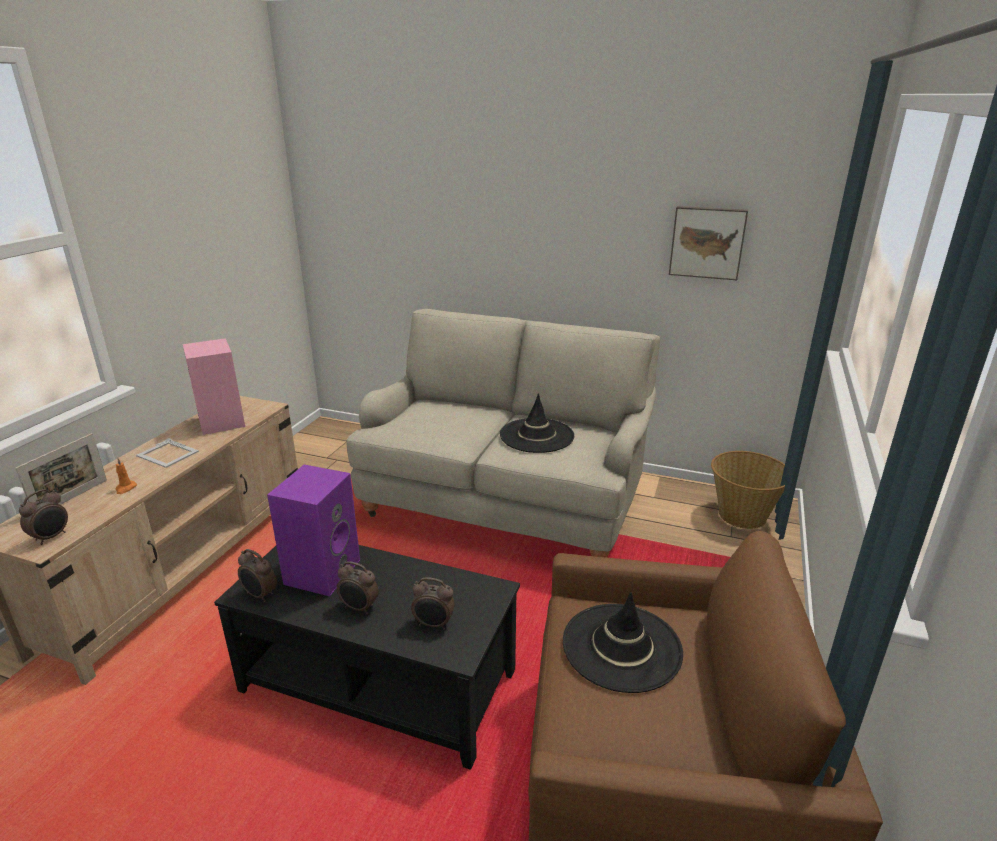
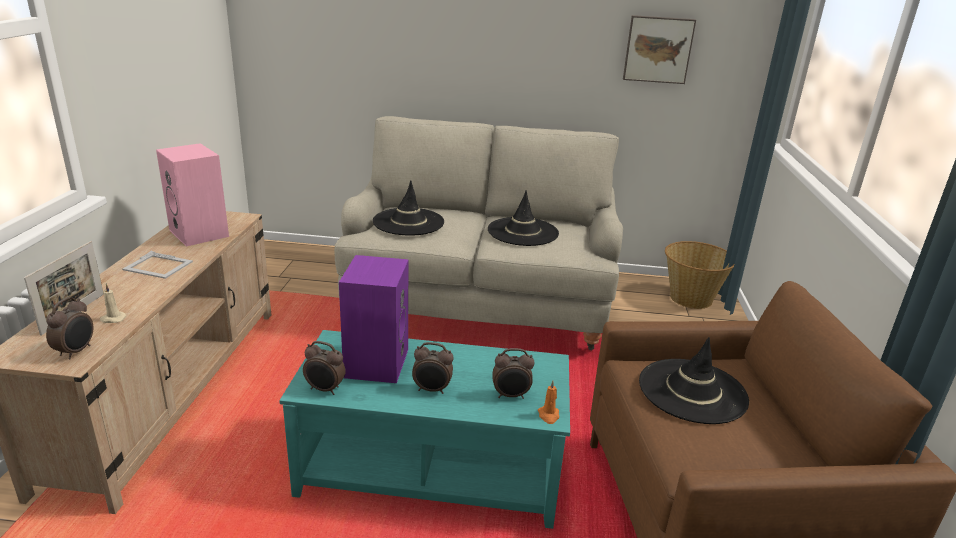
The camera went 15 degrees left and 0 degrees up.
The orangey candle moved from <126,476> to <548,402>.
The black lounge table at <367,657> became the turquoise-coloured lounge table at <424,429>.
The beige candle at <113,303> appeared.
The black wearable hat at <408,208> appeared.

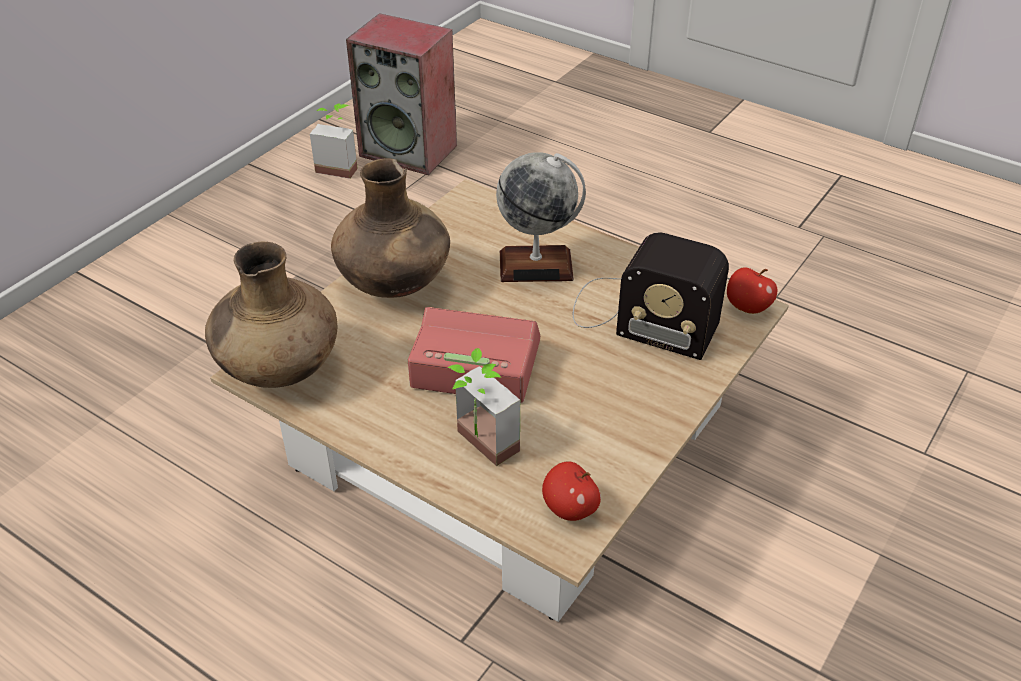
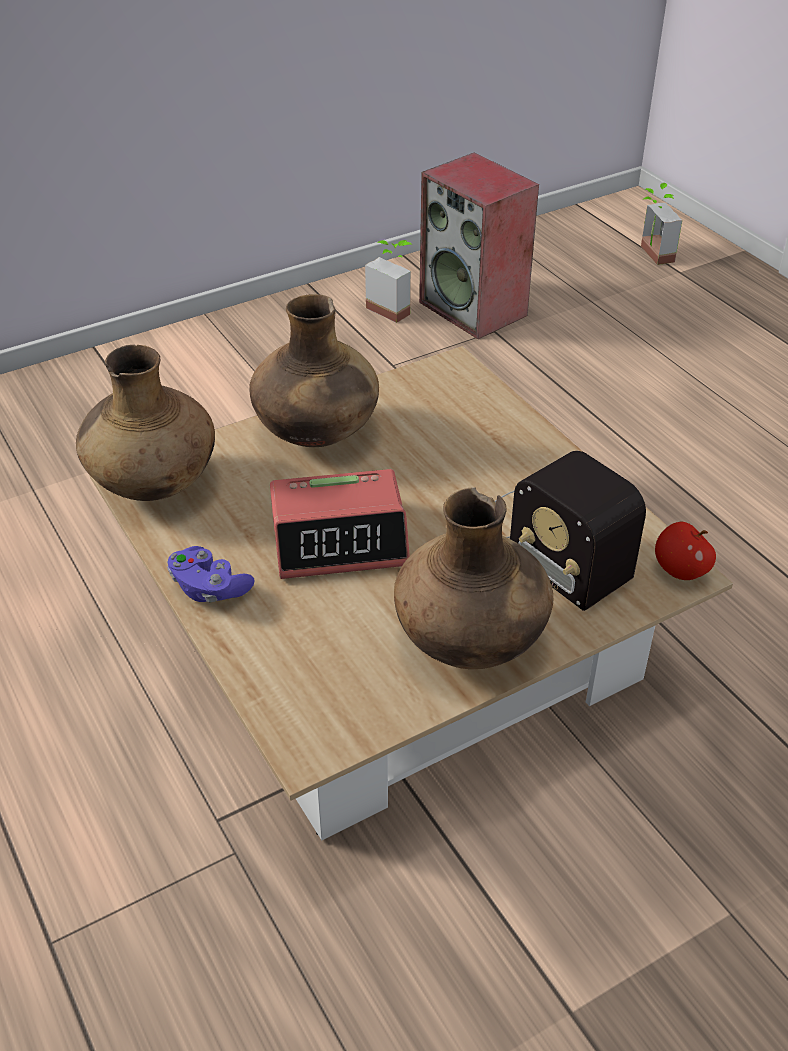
The camera went 25 degrees right and 0 degrees up.
The bedside clock at <474,355> turned 135 degrees clockwise.
The plant in a pot moved from <483,407> to <661,224>.
The desk globe at <541,217> disappeared.
The apple fruit at <571,491> disappeared.
The purplish joypad at <211,574> appeared.
The brownish vase at <473,578> appeared.

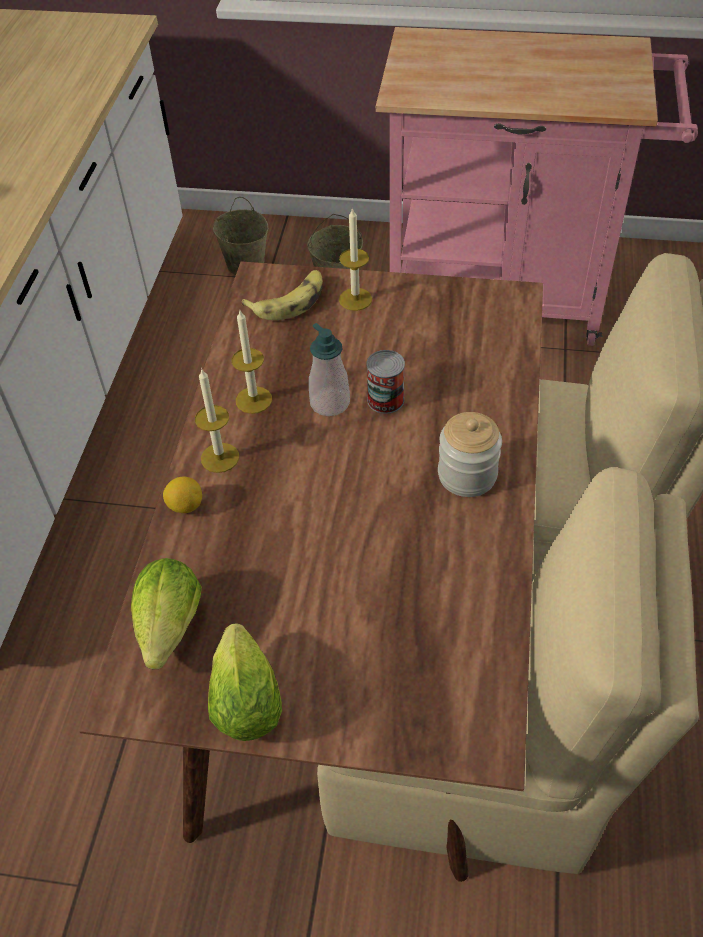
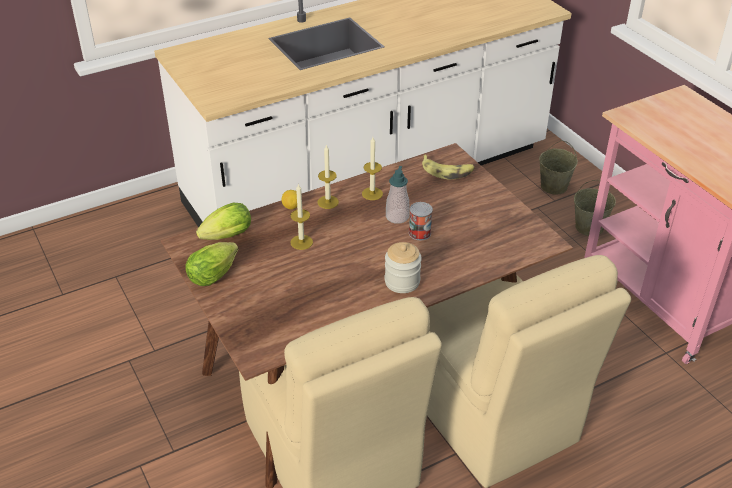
The camera went 50 degrees right and 10 degrees down.
The candle moved from <355,259> to <301,216>.

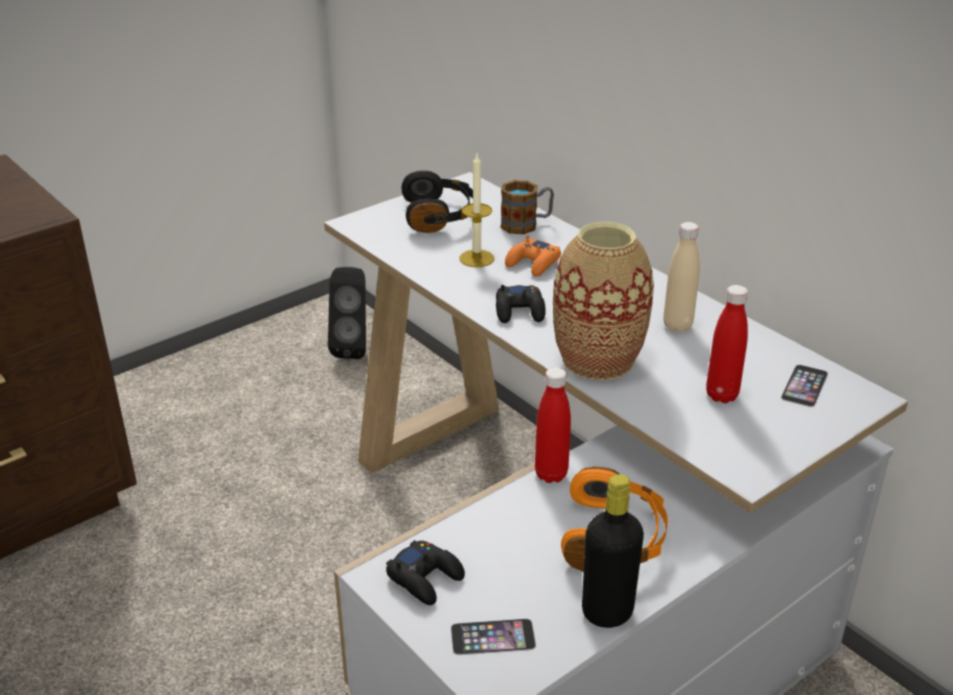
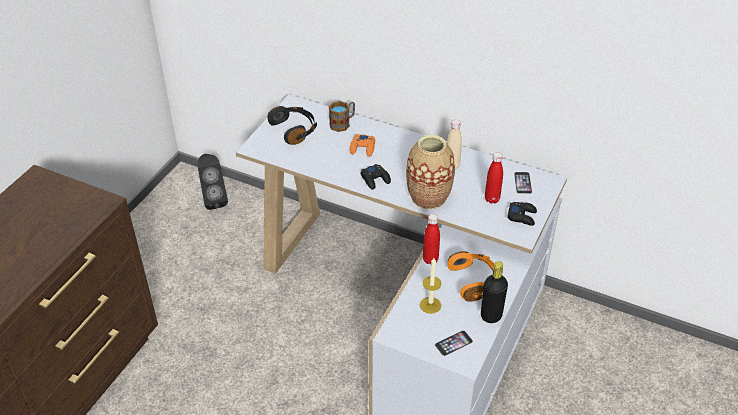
The camera went 25 degrees left and 10 degrees up.
The black joypad moved from <425,572> to <522,214>.
The candle moved from <476,210> to <431,286>.

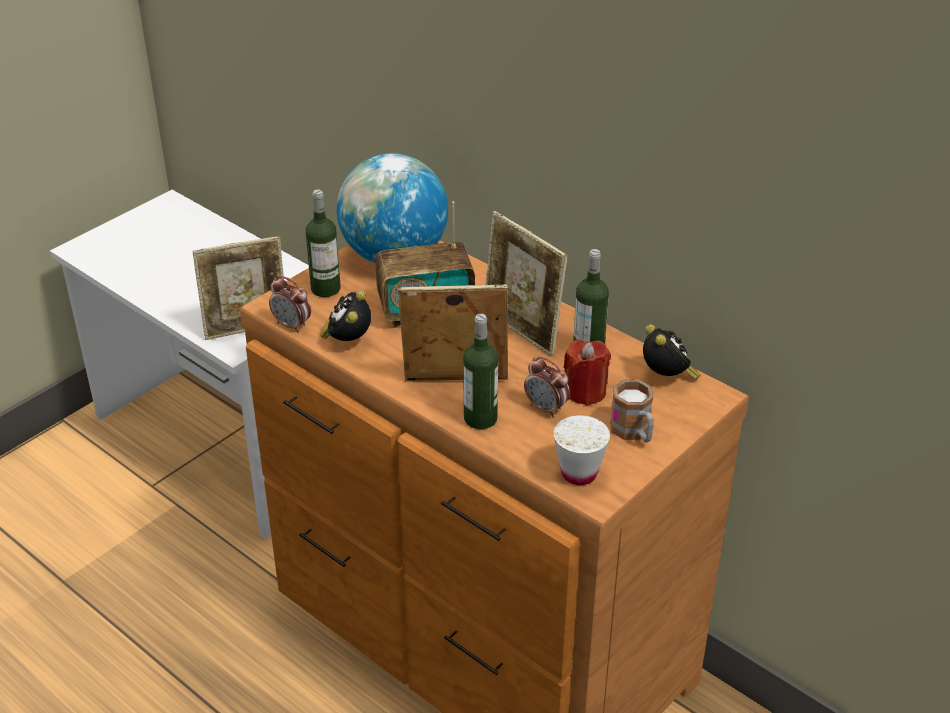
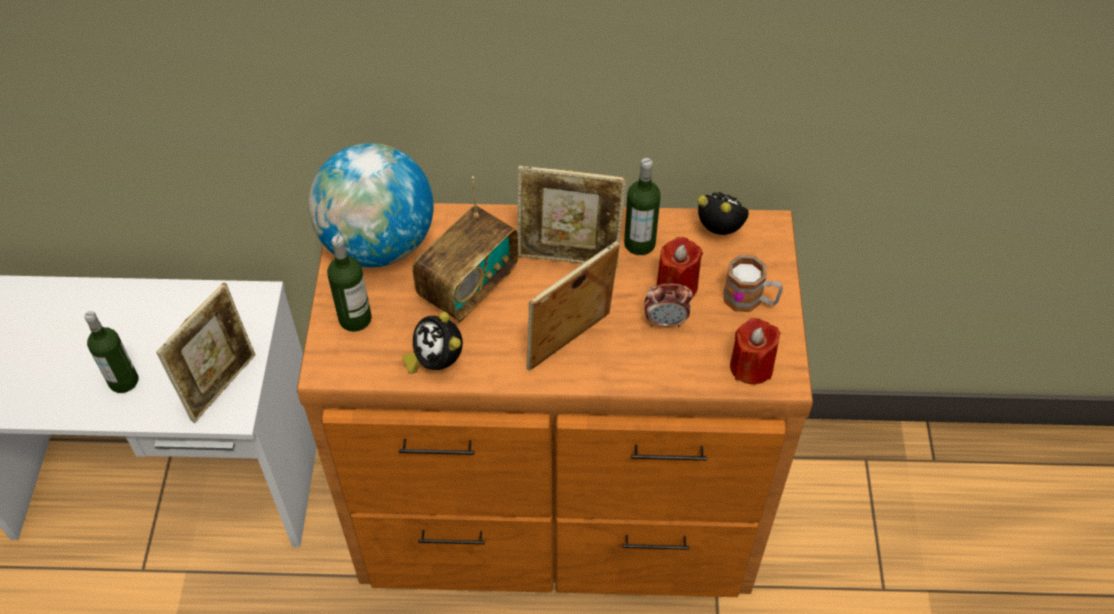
The camera went 40 degrees left and 15 degrees up.
The bedside clock at <290,304> disappeared.
The bottle moved from <480,371> to <111,352>.
The white-coloured small cup at <581,450> was replaced by the reddish candle at <755,351>.

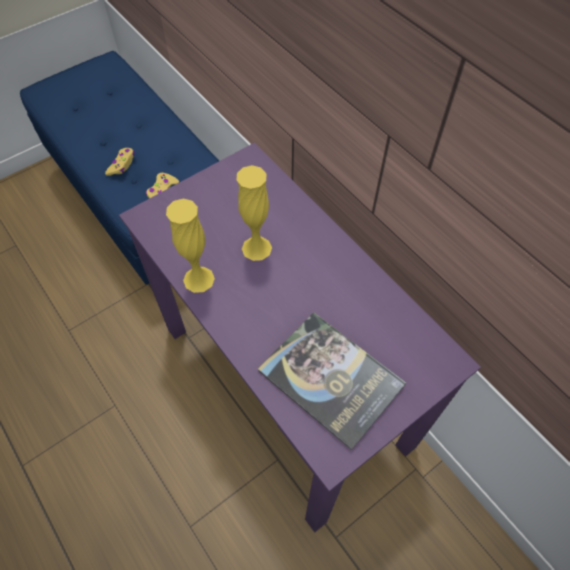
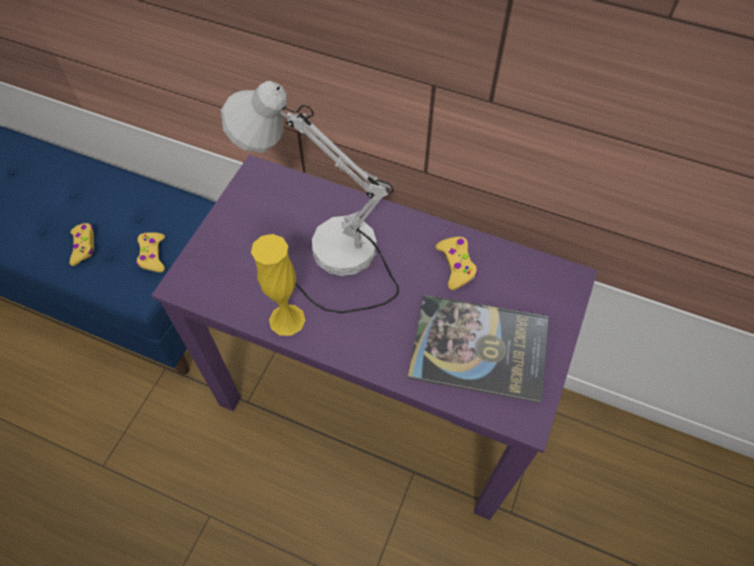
The camera went 30 degrees left and 0 degrees up.
The yellow-coloured vase at <254,213> was replaced by the white-coloured lamp for a table at <309,197>.
The yellow-coloured joypad at <457,263> appeared.

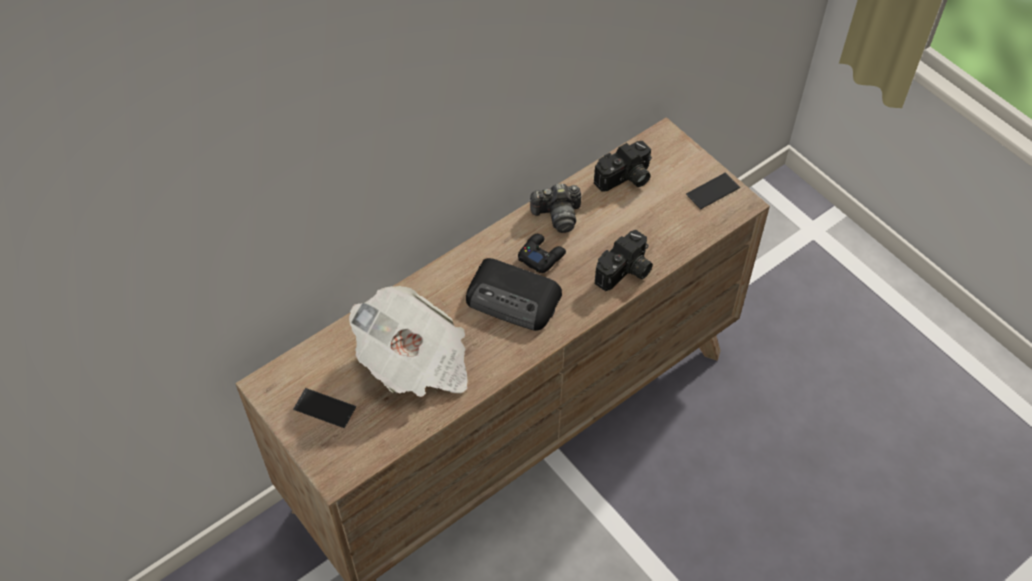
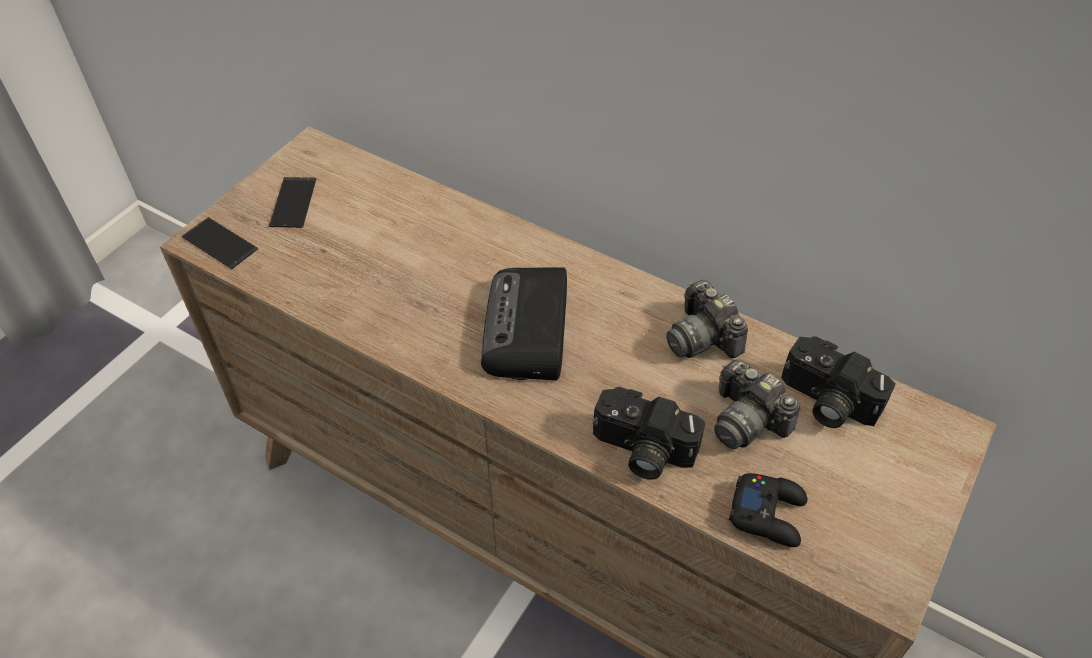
The camera went 70 degrees right and 5 degrees down.
The printed paper at <408,341> disappeared.
The black joypad moved from <542,253> to <768,510>.
The handset moved from <713,191> to <220,243>.
The still camera at <757,404> appeared.

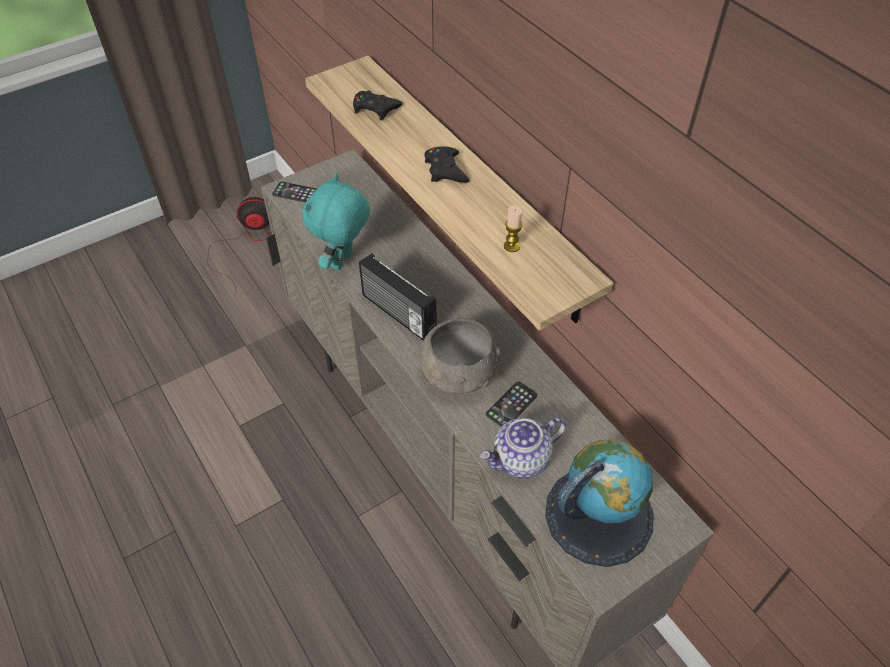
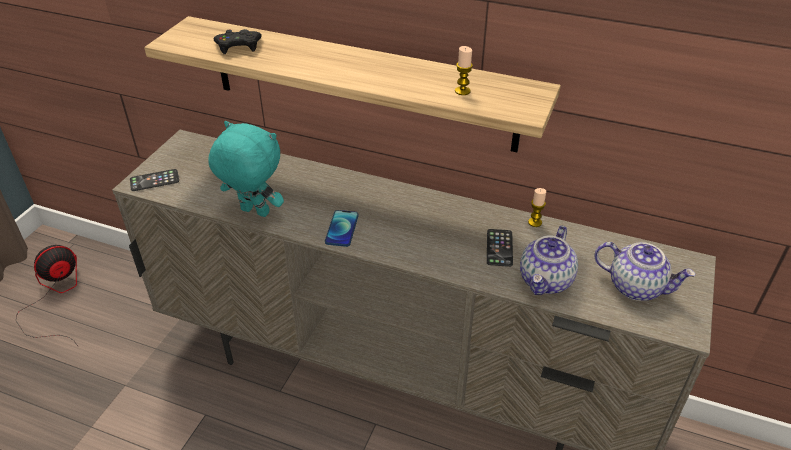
The camera went 35 degrees left and 10 degrees down.
The turquoise-coloured plush toy at <336,221> turned 120 degrees clockwise.
The radio at <398,297> was replaced by the handset at <342,228>.
The grey deep dish at <460,355> disappeared.
The black joypad at <447,165> disappeared.
The desk globe at <599,503> was replaced by the teapot at <645,271>.
The candle at <537,207> appeared.

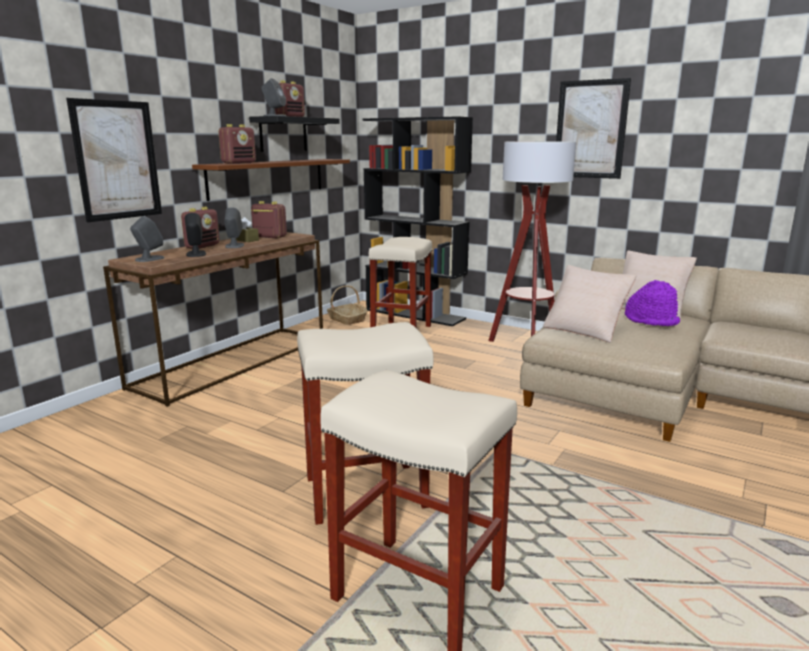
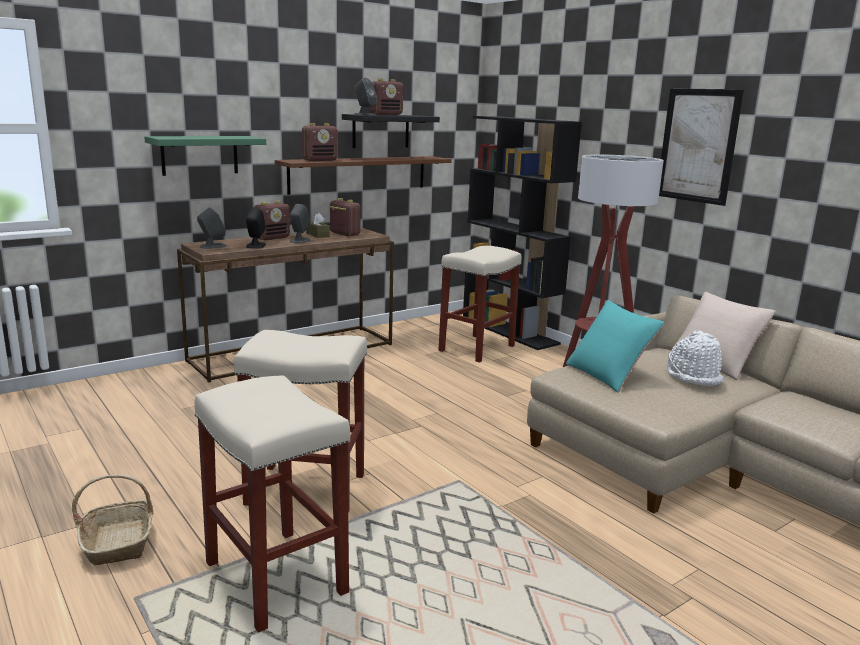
The camera went 20 degrees right and 0 degrees up.
The wall picture at <114,160> was replaced by the green-coloured bracket shelf at <205,156>.
The storage basket moved from <347,305> to <112,519>.
The beige cushion at <589,304> became the turquoise-coloured cushion at <615,346>.
The purplish wearable hat at <652,303> became the white-coloured wearable hat at <696,358>.

